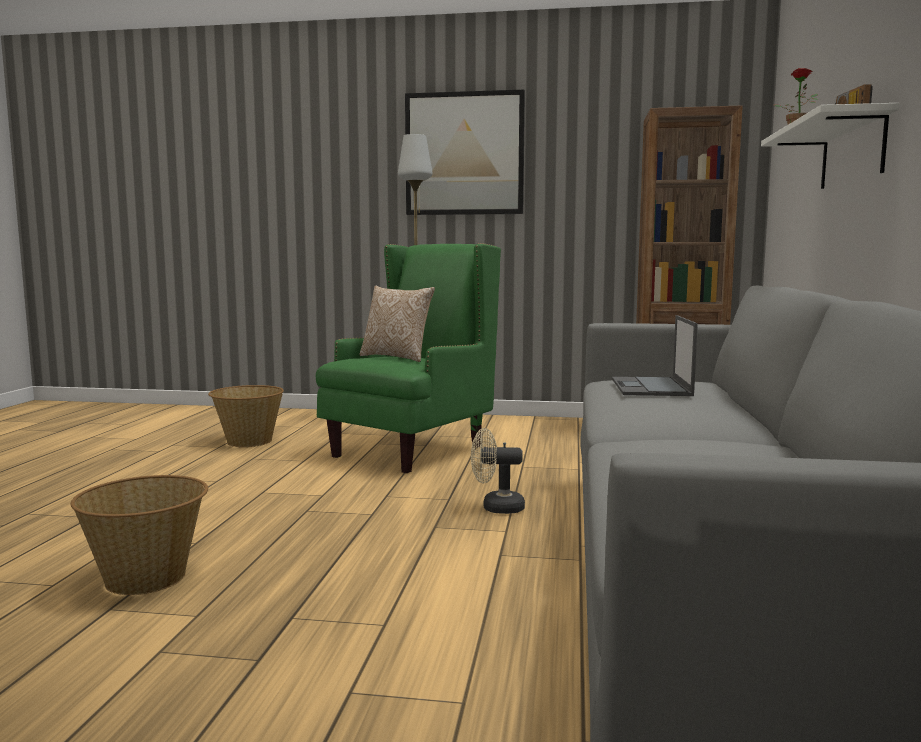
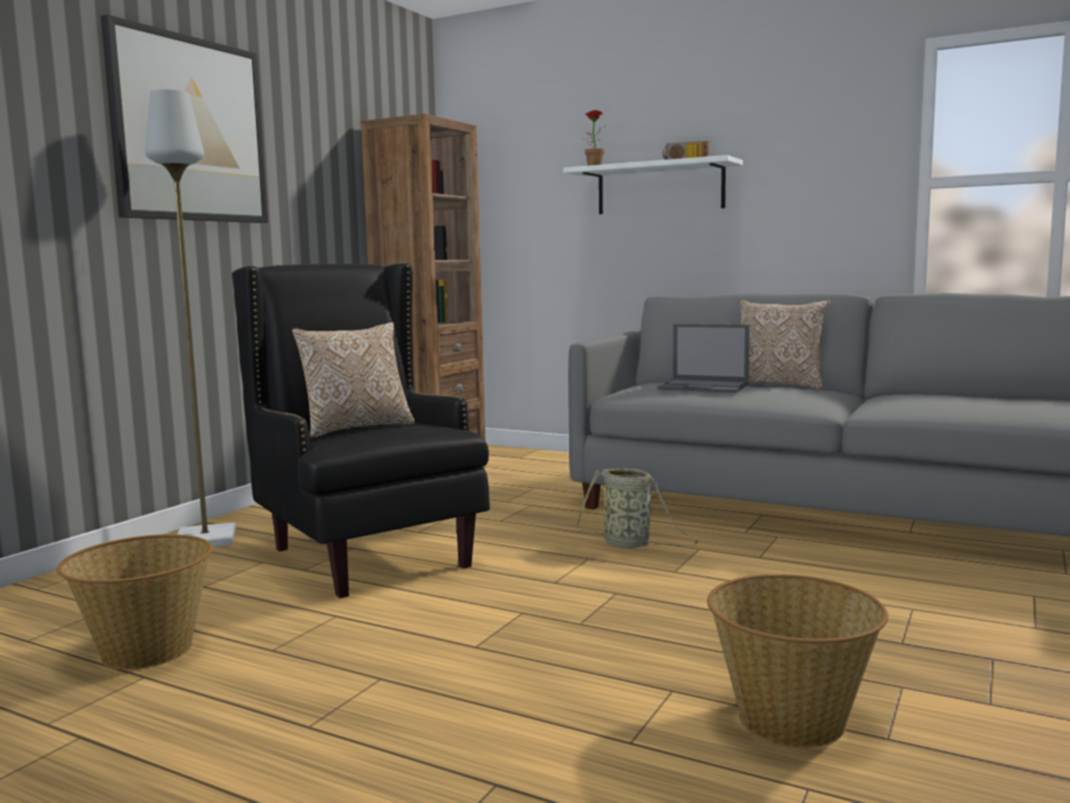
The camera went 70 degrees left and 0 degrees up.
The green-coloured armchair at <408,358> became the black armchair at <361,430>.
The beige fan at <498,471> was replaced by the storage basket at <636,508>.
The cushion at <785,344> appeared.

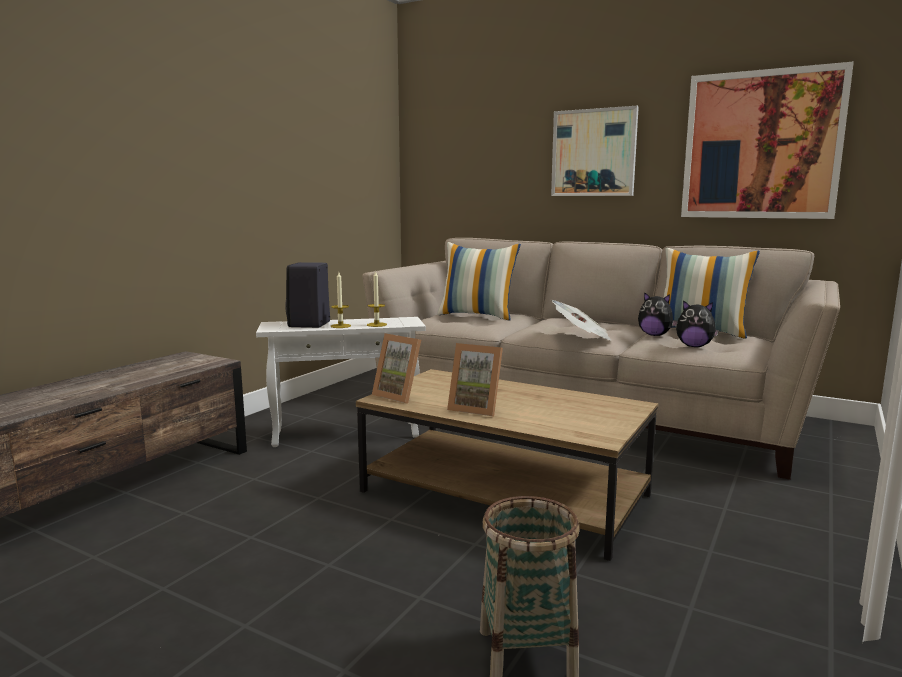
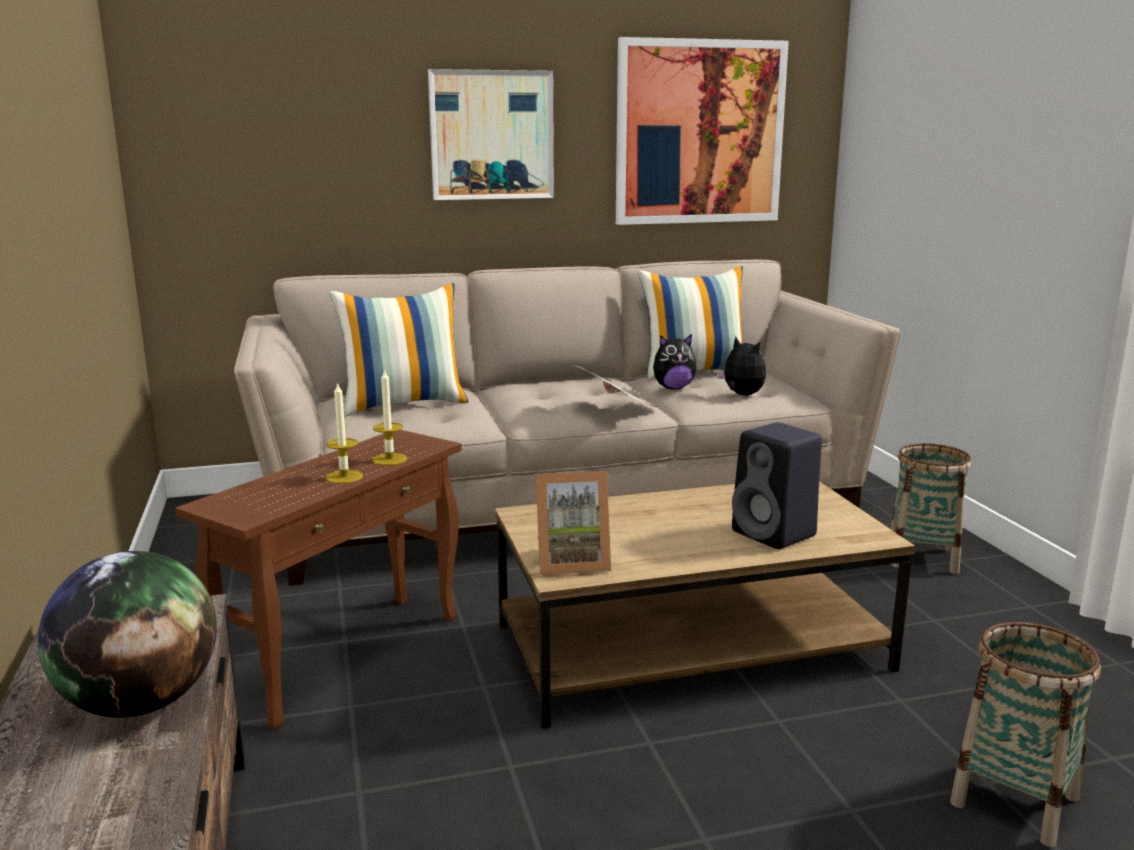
The camera went 45 degrees left and 5 degrees up.
The white-coloured side table at <341,382> became the brownish side table at <318,579>.
The black speaker moved from <307,295> to <777,485>.
The photo frame at <475,379> disappeared.
The plush toy at <697,323> turned 105 degrees counterclockwise.
The desk globe at <127,634> appeared.
The storage basket at <931,508> appeared.

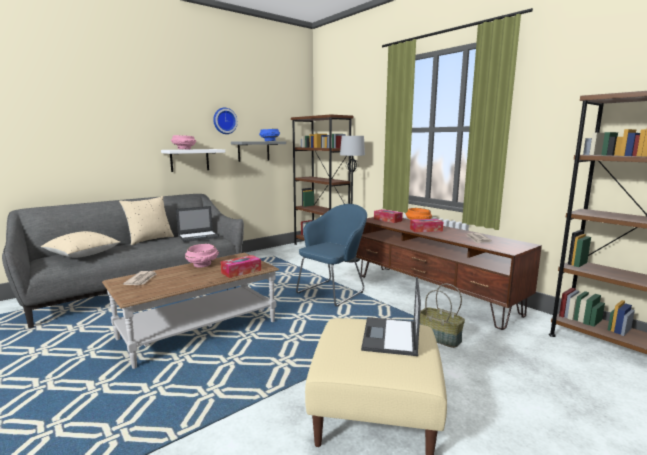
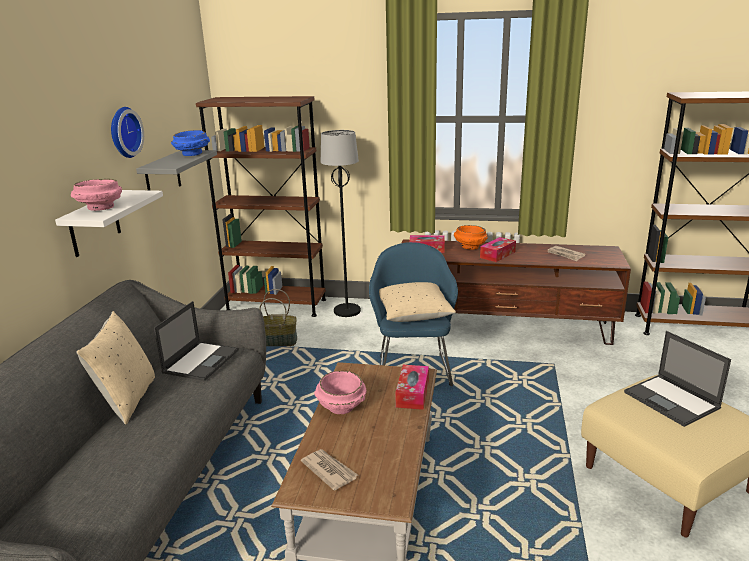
The camera went 40 degrees left and 10 degrees up.
The beige cushion moved from <80,244> to <417,302>.
The storage basket moved from <442,316> to <278,317>.

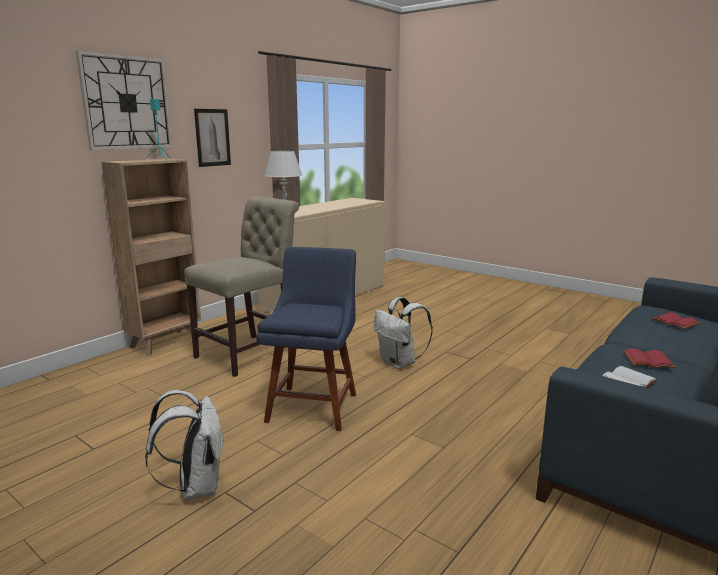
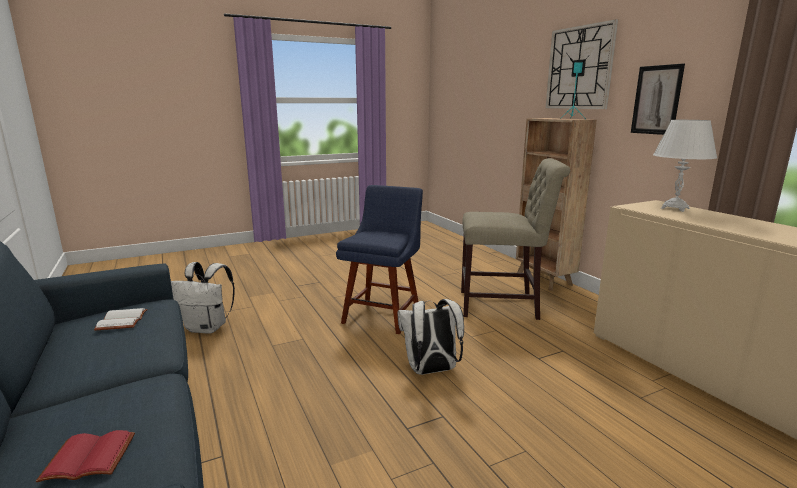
The camera went 115 degrees right and 0 degrees up.
The white-coloured backpack moved from <185,445> to <203,298>.
The beige upright chair at <241,286> turned 60 degrees counterclockwise.
The blue upright chair at <306,339> turned 105 degrees counterclockwise.
The reddish book at <649,358> disappeared.

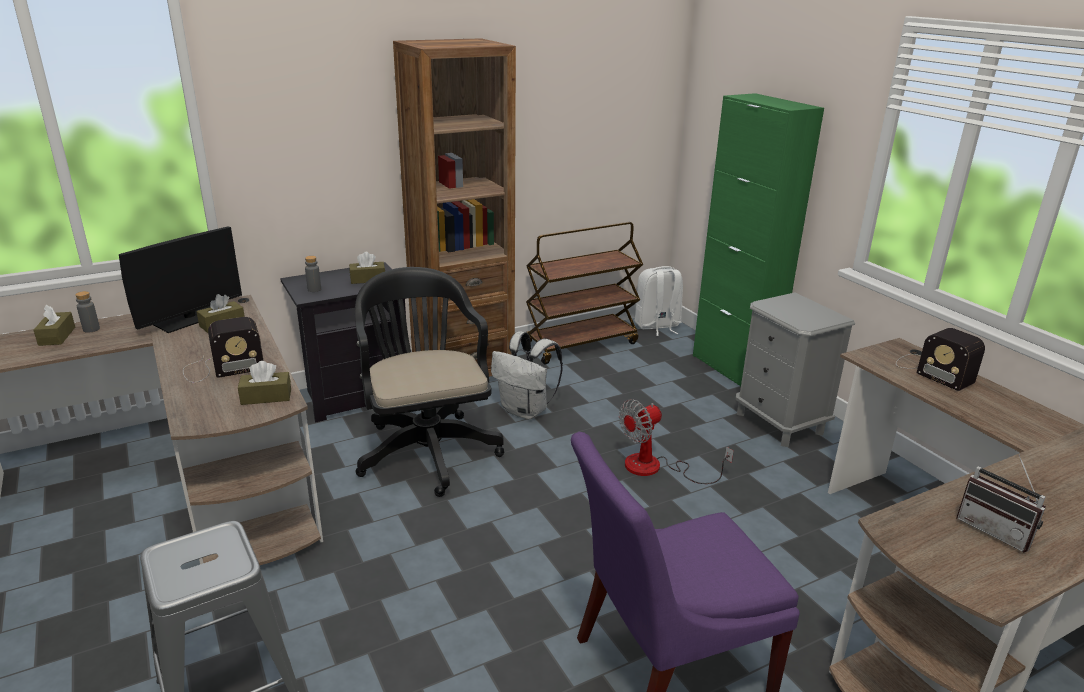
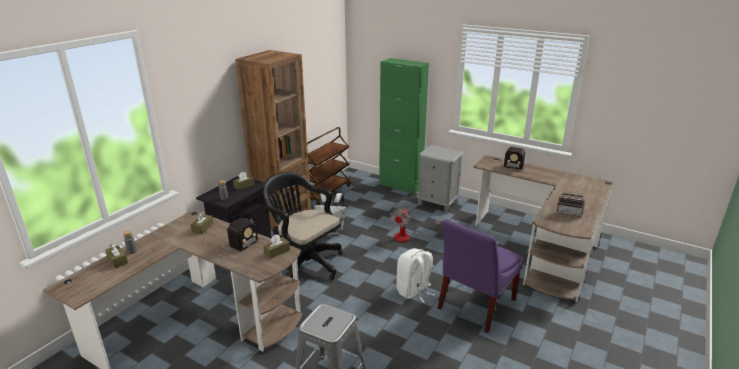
The camera went 30 degrees left and 0 degrees up.
The computer screen at <180,280> disappeared.
The white-coloured backpack moved from <658,301> to <415,275>.

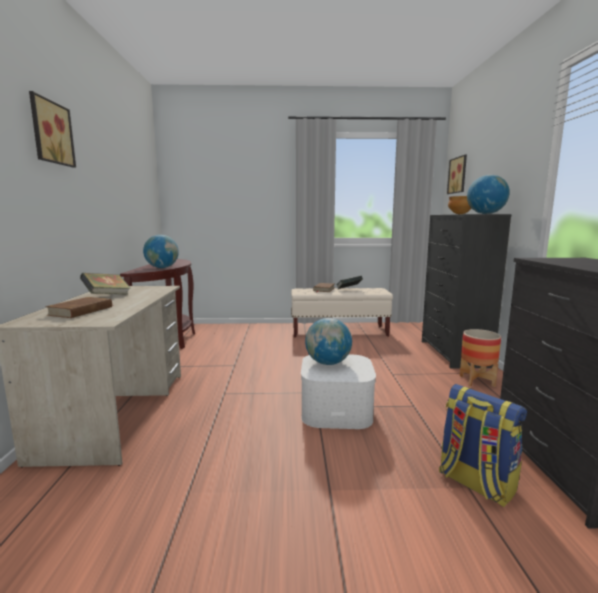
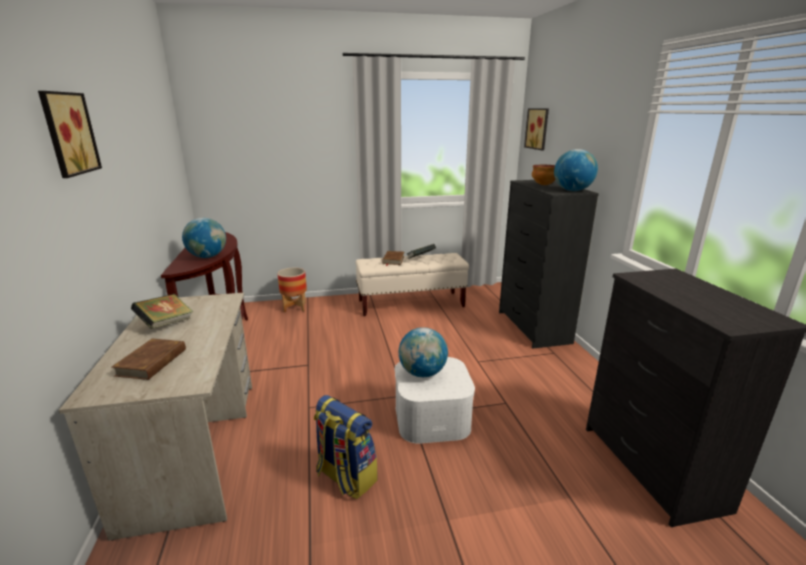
The camera went 10 degrees left and 10 degrees up.
The backpack moved from <483,445> to <345,447>.
The flower pot moved from <480,358> to <292,290>.

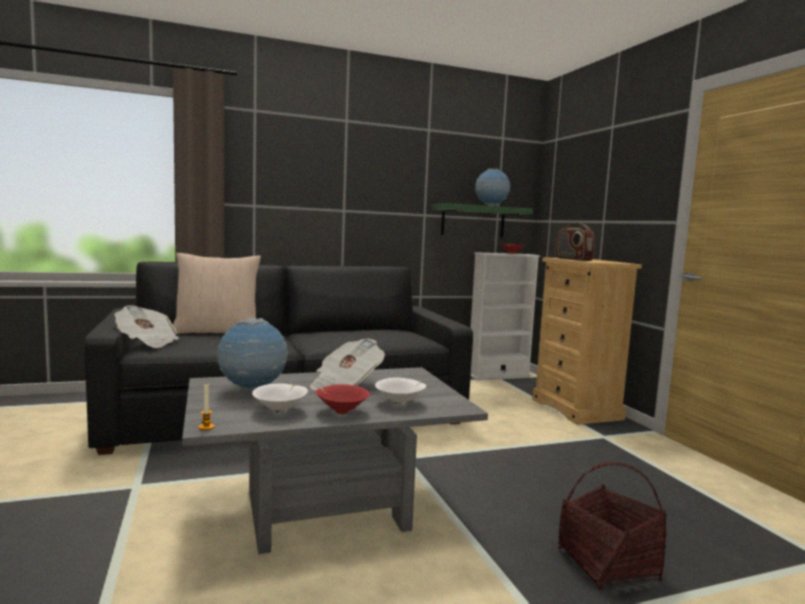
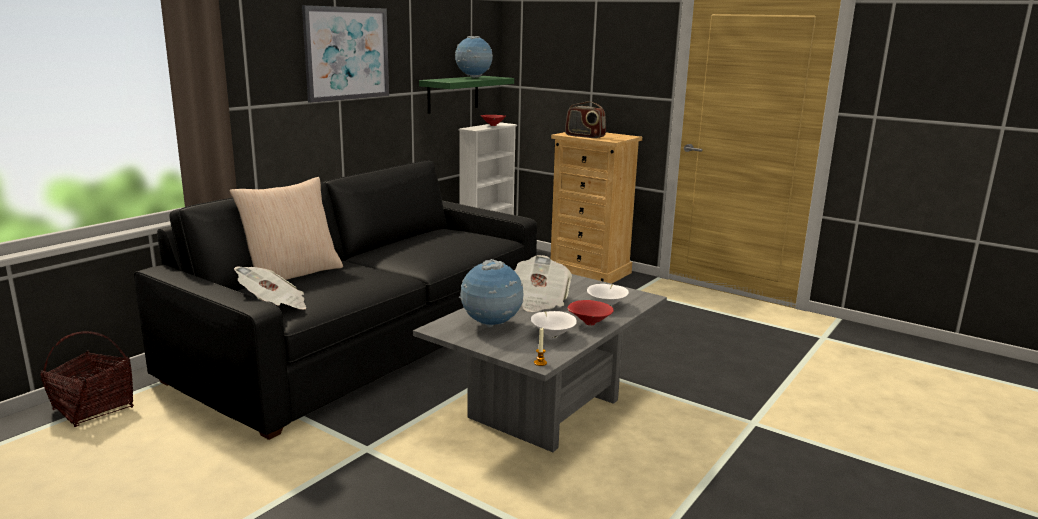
The camera went 35 degrees left and 10 degrees up.
The storage basket moved from <612,526> to <87,379>.
The wall picture at <345,54> appeared.

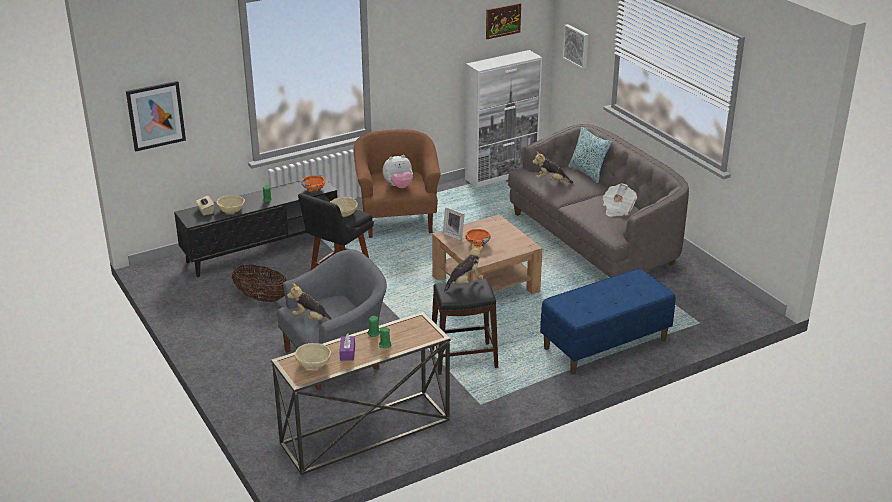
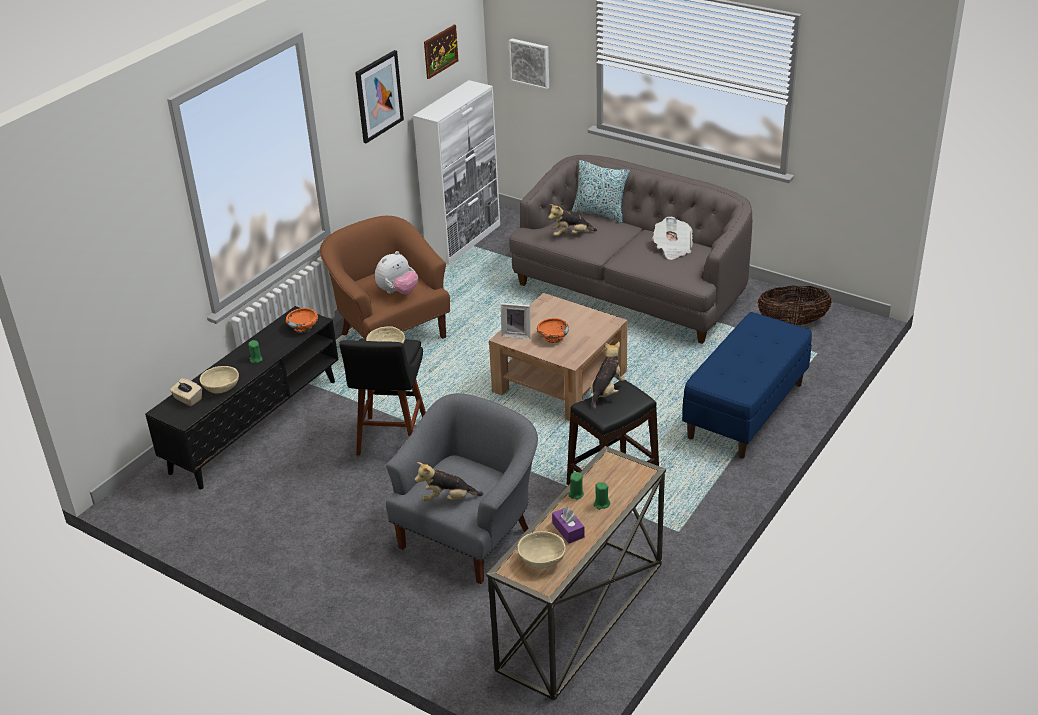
The camera went 25 degrees left and 5 degrees up.
The wall picture moved from <156,116> to <379,96>.
The storage basket moved from <259,283> to <794,305>.

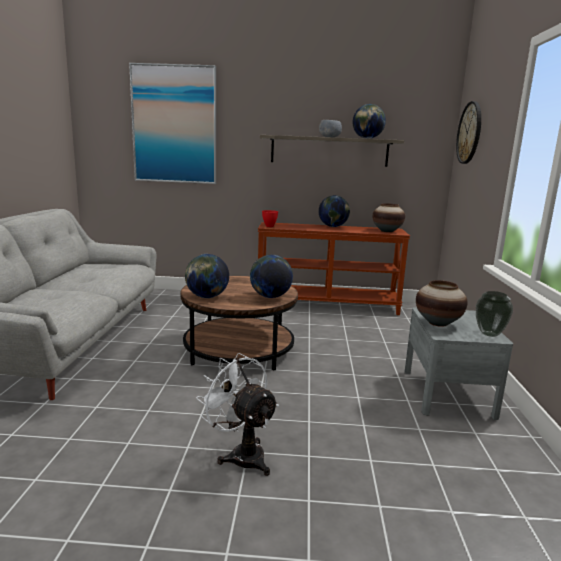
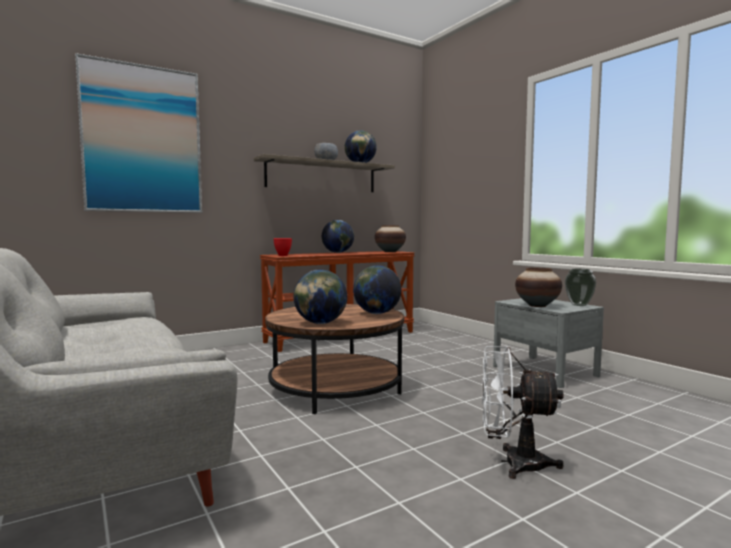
The camera went 35 degrees left and 10 degrees down.
The clock on the wall at <468,132> disappeared.

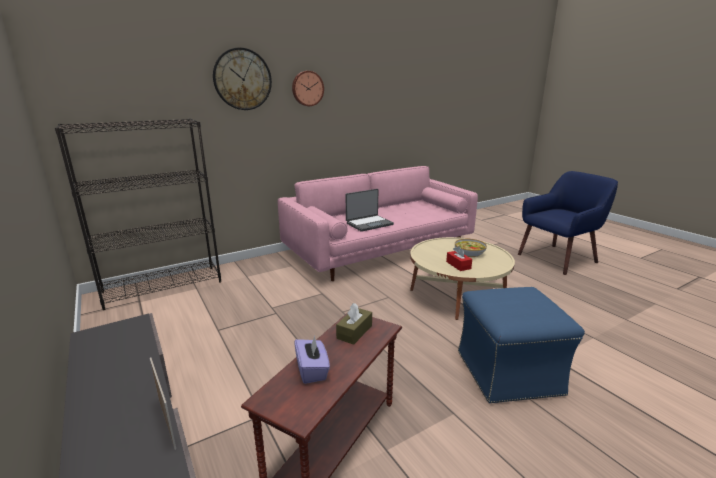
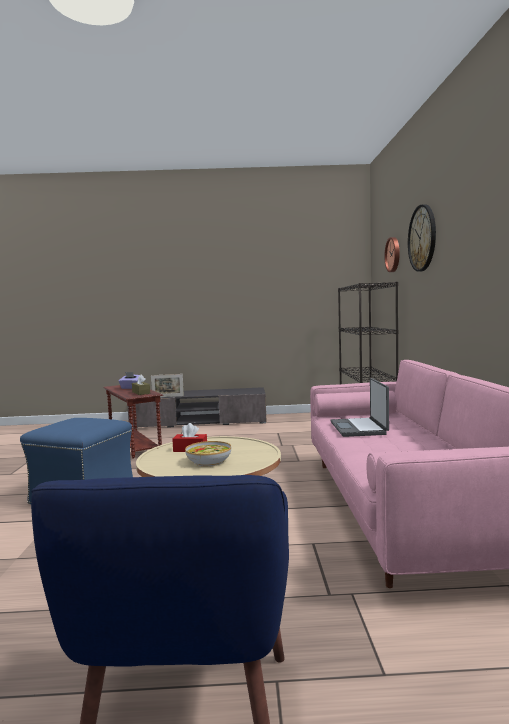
The camera went 120 degrees right and 15 degrees down.
The clock on the wall moved from <308,88> to <392,254>.

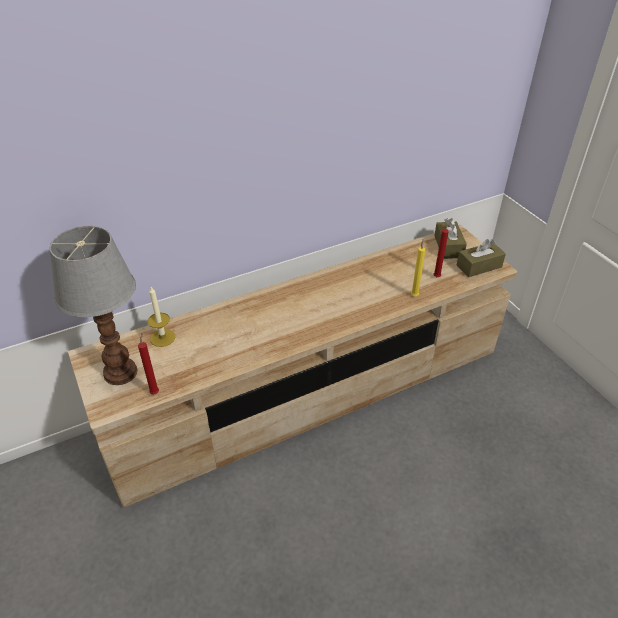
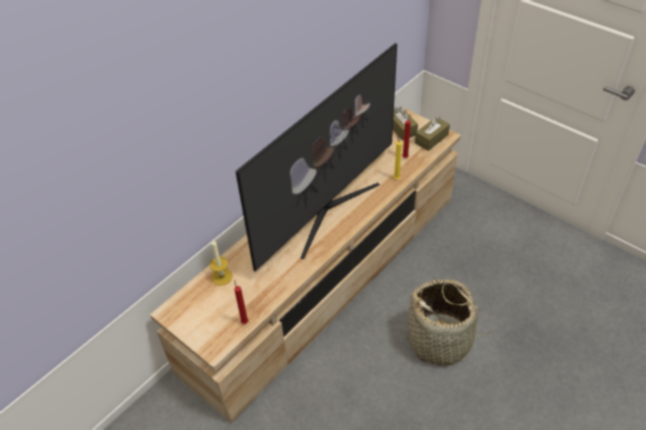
The camera went 20 degrees left and 5 degrees up.
The lamp for a table at <94,305> disappeared.
The TV set at <316,157> appeared.
The storage basket at <447,322> appeared.

